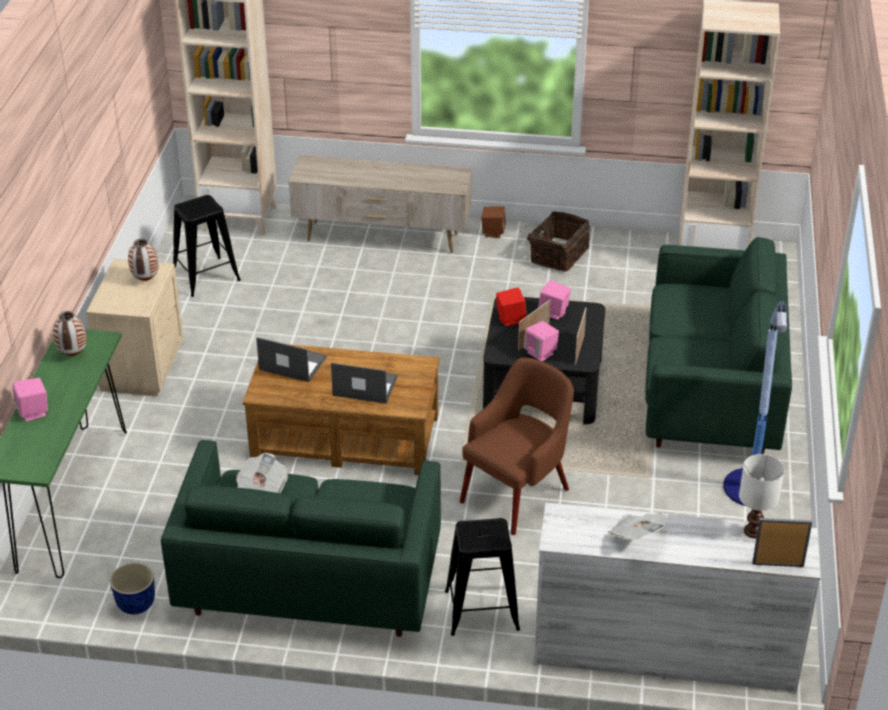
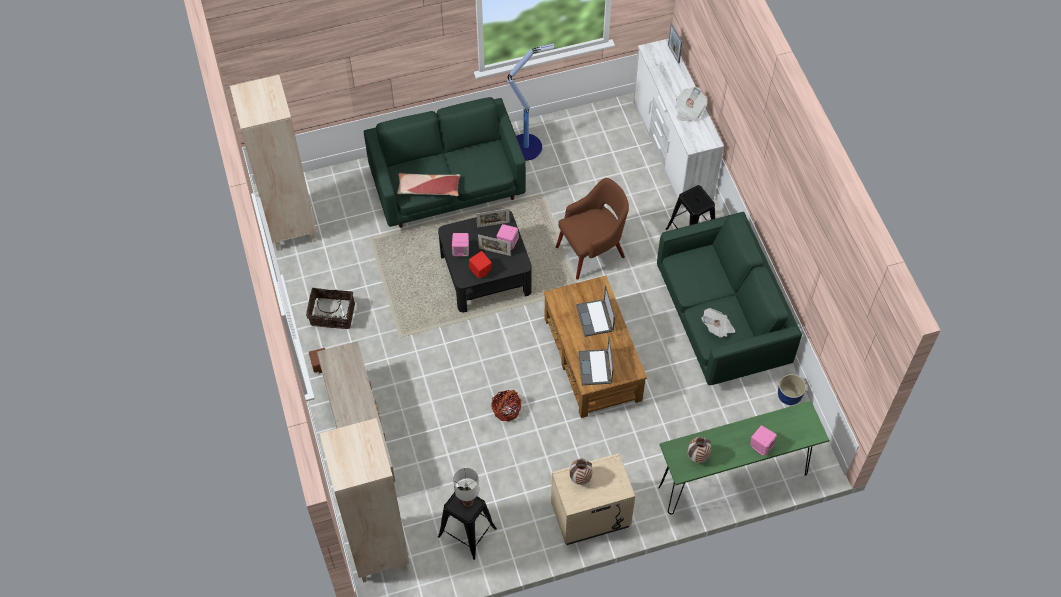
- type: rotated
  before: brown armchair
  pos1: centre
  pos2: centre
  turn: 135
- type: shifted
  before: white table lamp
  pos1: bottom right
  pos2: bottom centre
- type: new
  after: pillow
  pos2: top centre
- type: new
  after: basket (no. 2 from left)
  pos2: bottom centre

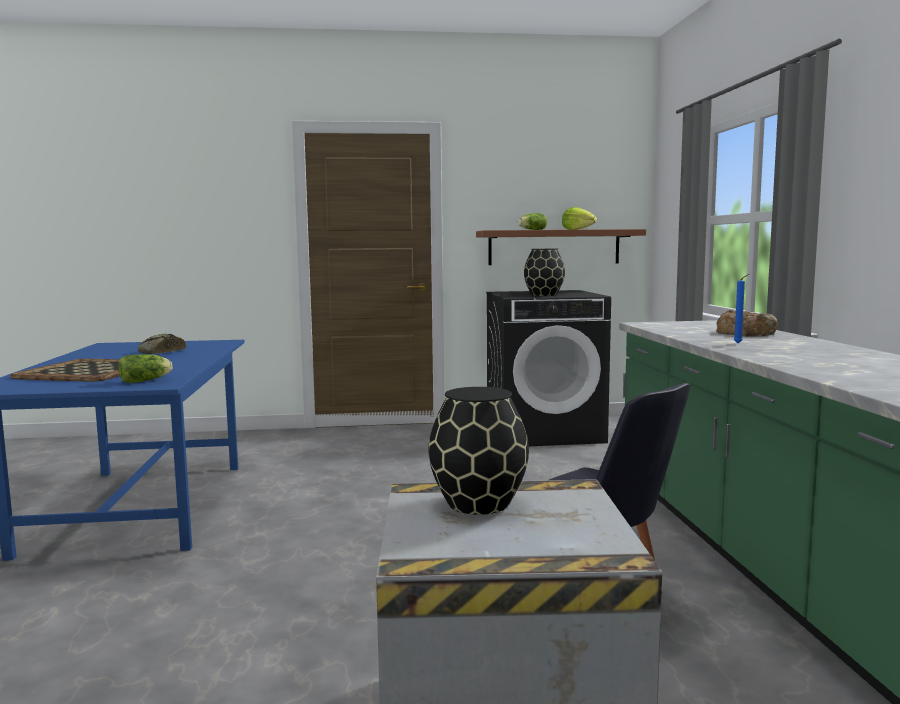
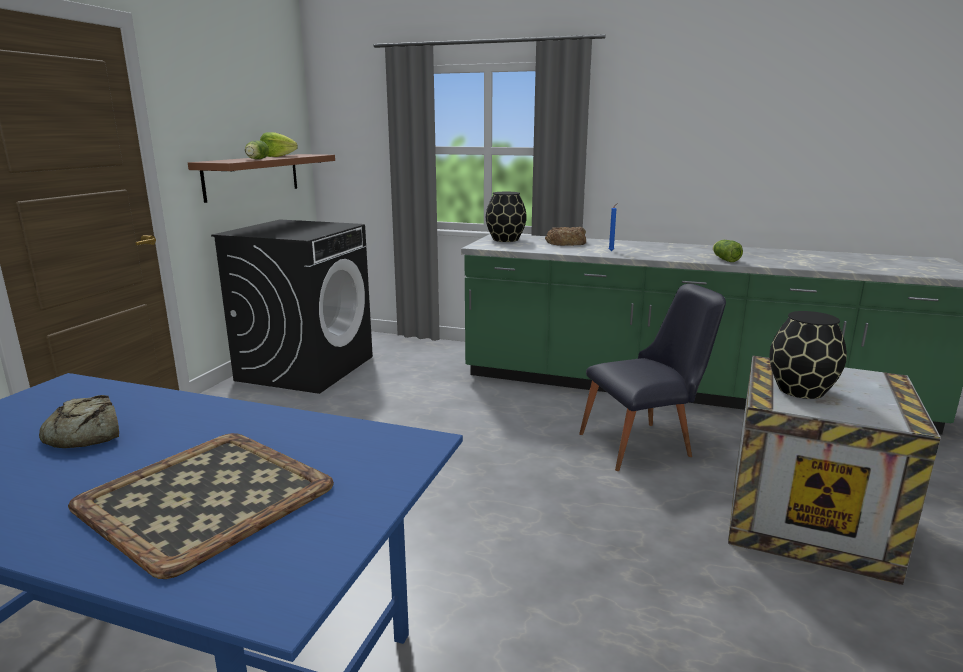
- type: shifted
  before: black vase (no. 2 from left in the first image)
  after: black vase (no. 1 from left)
  pos1: centre
  pos2: top centre
- type: shifted
  before: lettuce (no. 1 from left in the first image)
  after: lettuce (no. 3 from left)
  pos1: middle left
  pos2: middle right

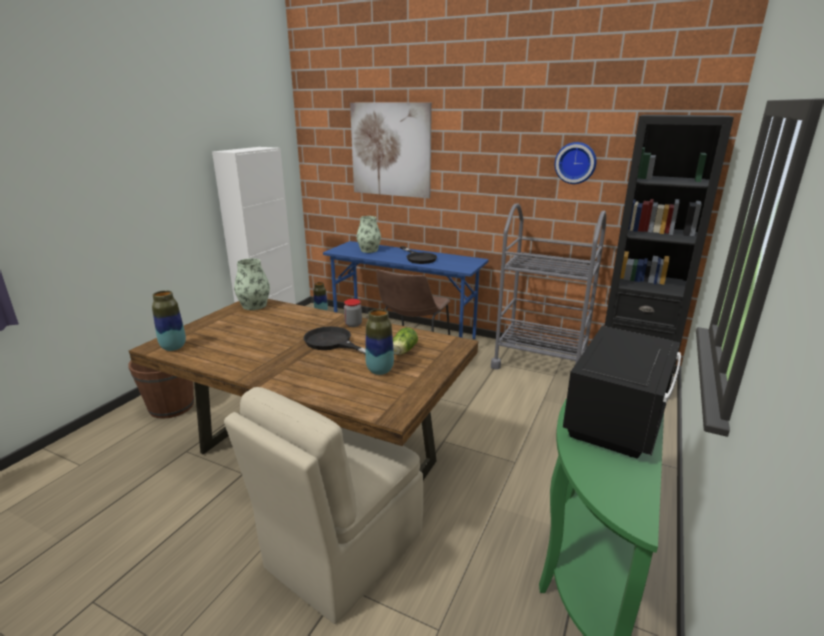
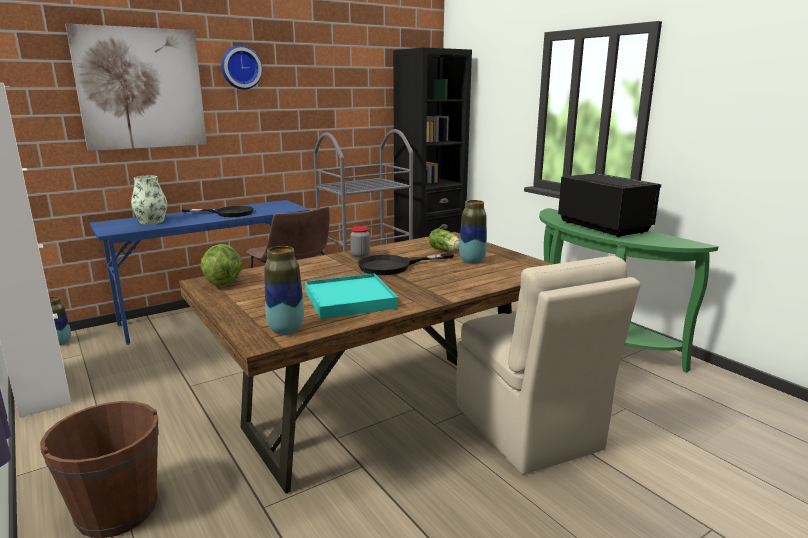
- type: shifted
  before: wall clock
  pos1: top right
  pos2: top left
- type: swapped
  before: vase (no. 2 from left)
  after: lettuce (no. 1 from left)
  pos1: middle left
  pos2: middle left
- type: new
  after: turquoise tray
  pos2: centre

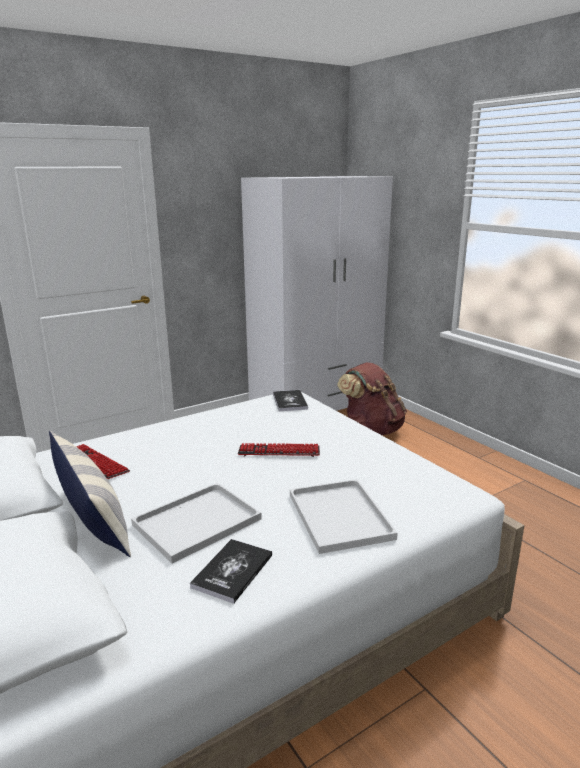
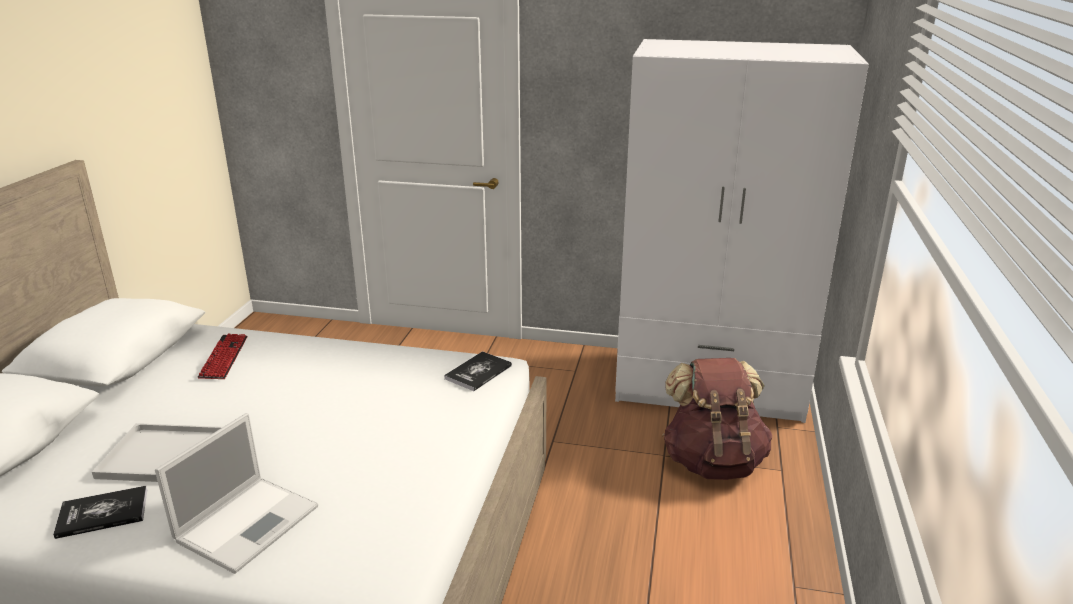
- type: gone
  before: pillow
  pos1: middle left
- type: gone
  before: keyboard (no. 2 from left)
  pos1: centre
- type: swapped
  before: white tray (no. 2 from left)
  after: laptop
  pos1: bottom centre
  pos2: bottom left

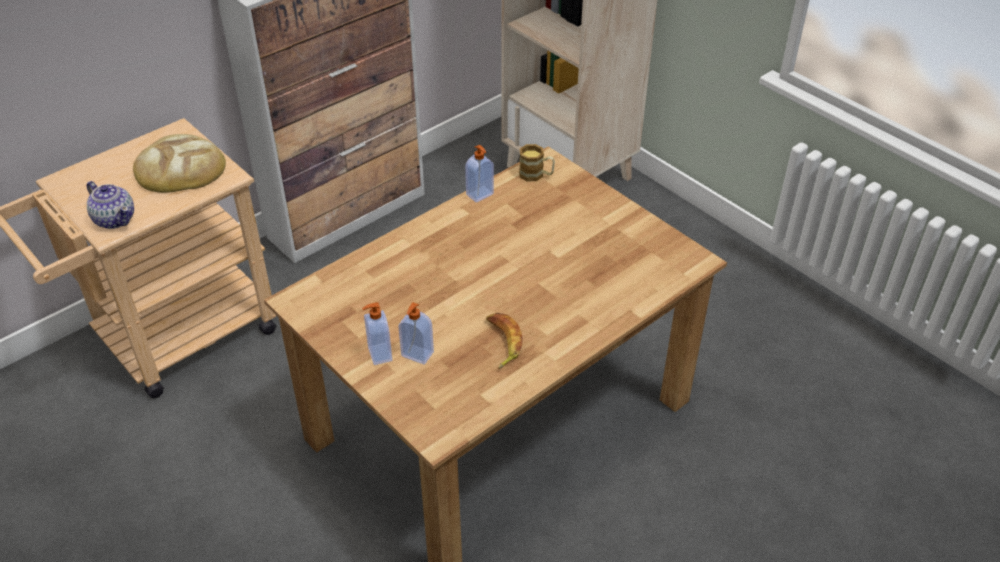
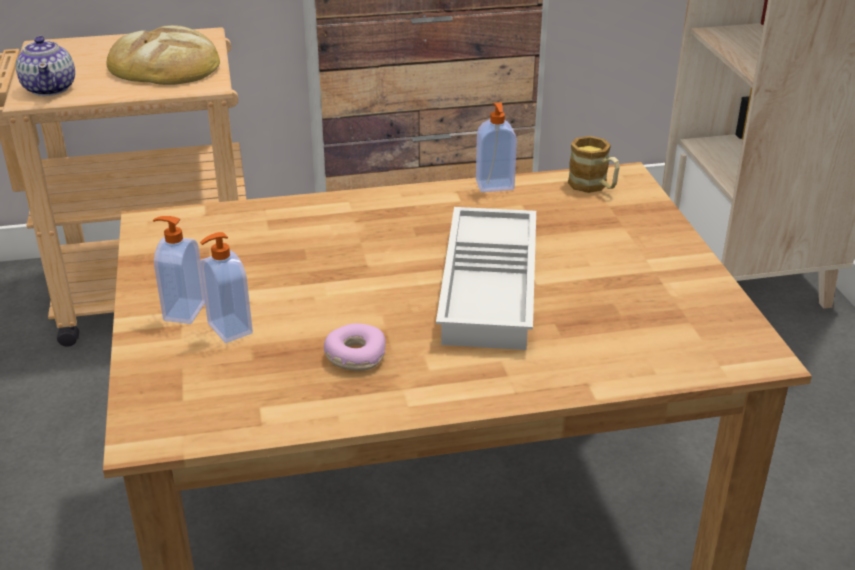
- type: swapped
  before: banana
  after: donut
  pos1: centre
  pos2: centre
- type: new
  after: white tray
  pos2: centre

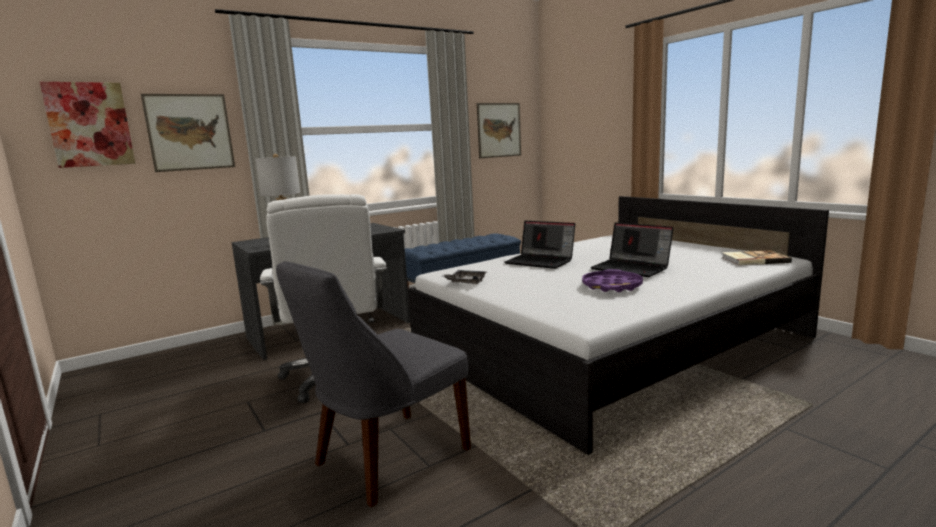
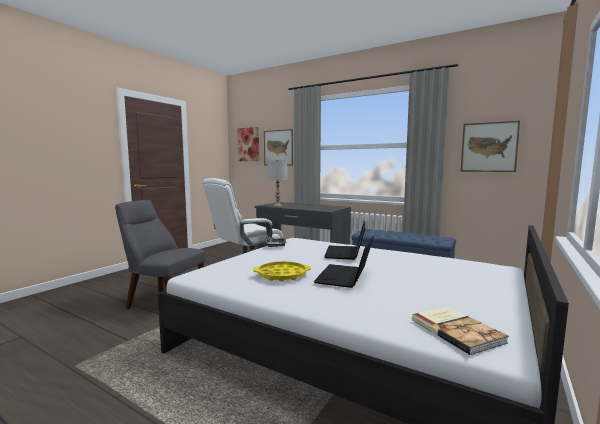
- type: repainted
  before: purple tray
  after: yellow tray
  pos1: centre
  pos2: centre

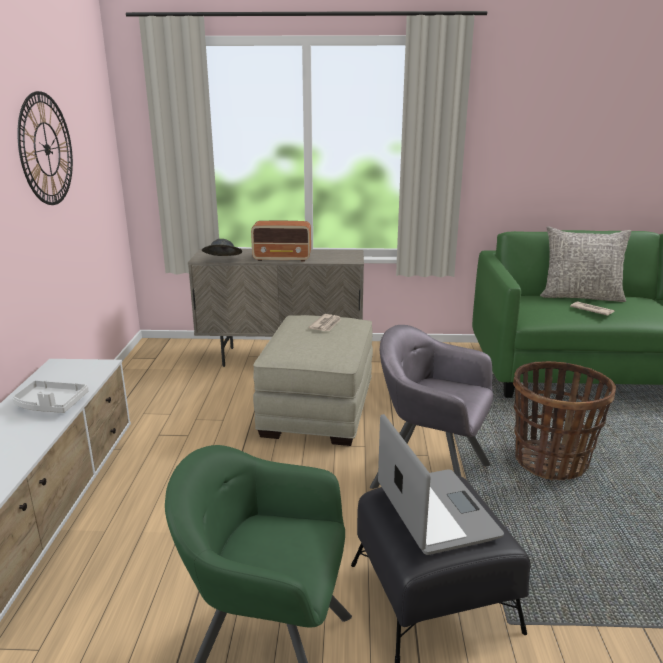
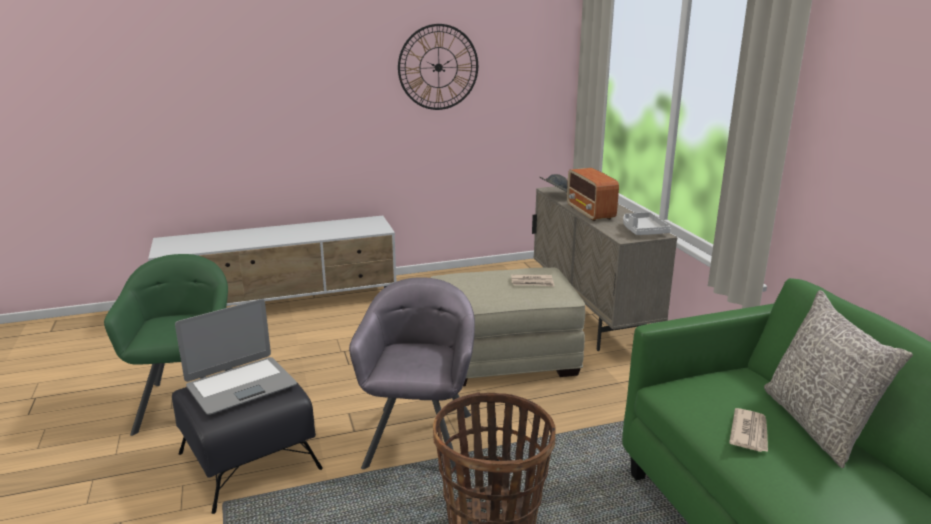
- type: shifted
  before: grey tray
  pos1: middle left
  pos2: middle right

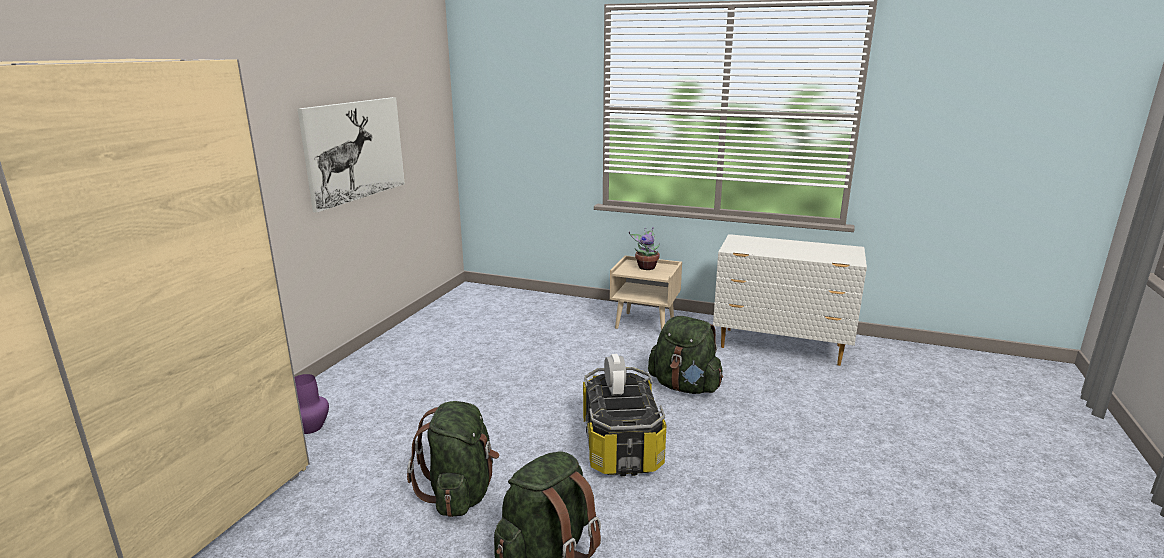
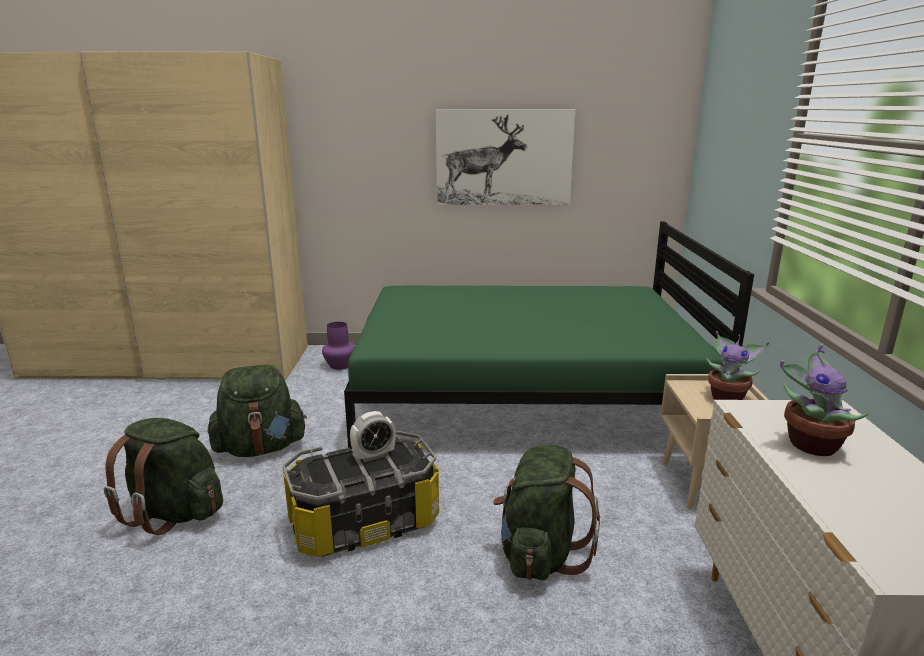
- type: new
  after: green bed
  pos2: centre
- type: new
  after: potted plant (no. 2 from left)
  pos2: middle right

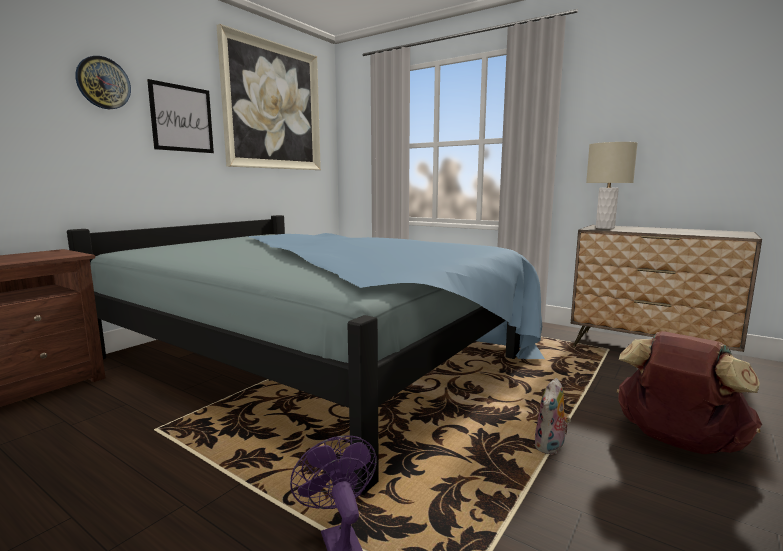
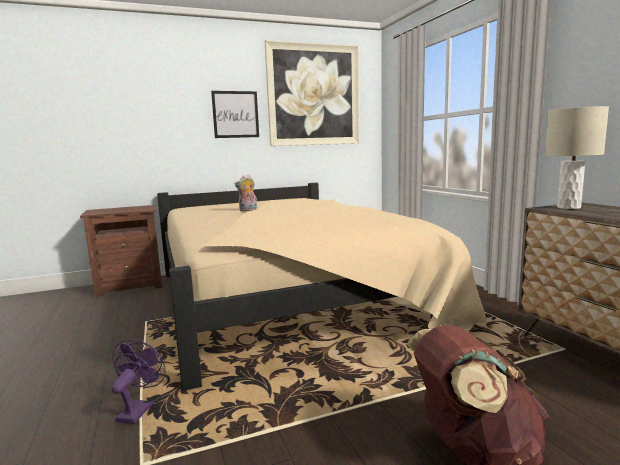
- type: gone
  before: wall clock
  pos1: top left
- type: repainted
  before: blue bed
  after: beige bed
  pos1: centre
  pos2: centre
- type: shifted
  before: plush toy
  pos1: bottom right
  pos2: centre

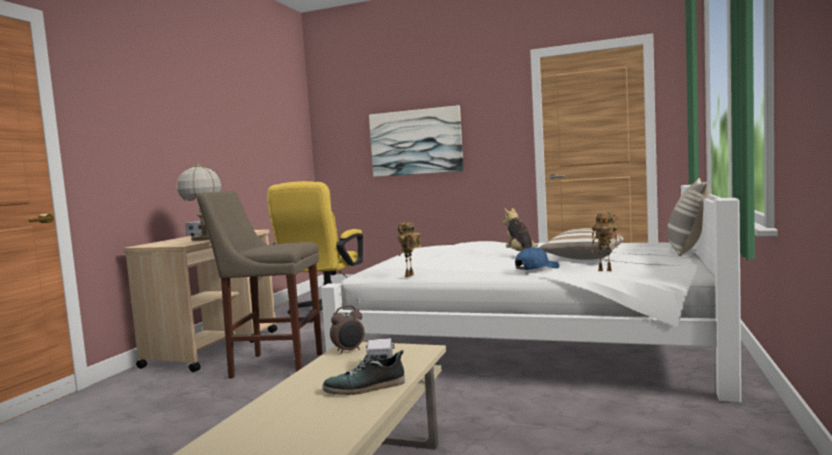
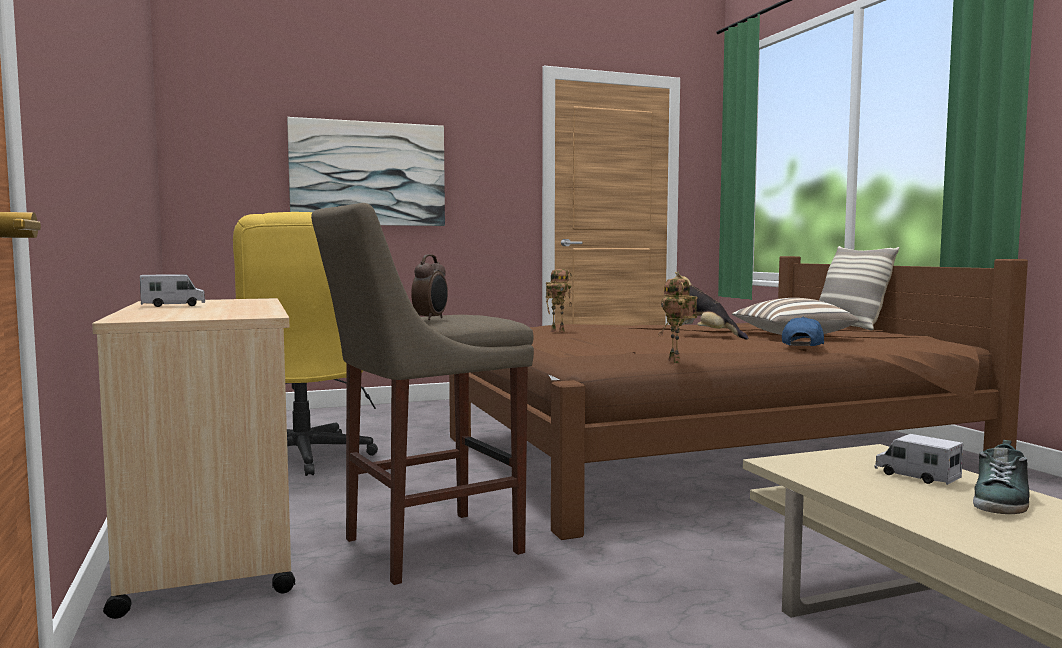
- type: gone
  before: table lamp
  pos1: middle left
- type: repainted
  before: white bed
  after: brown bed
  pos1: centre
  pos2: middle right
- type: shifted
  before: toy robot (no. 2 from left in the first image)
  after: toy robot (no. 1 from left)
  pos1: middle right
  pos2: centre
- type: shifted
  before: alarm clock
  pos1: bottom centre
  pos2: centre

